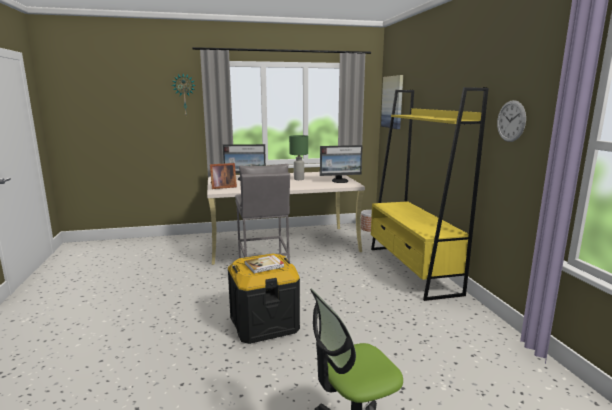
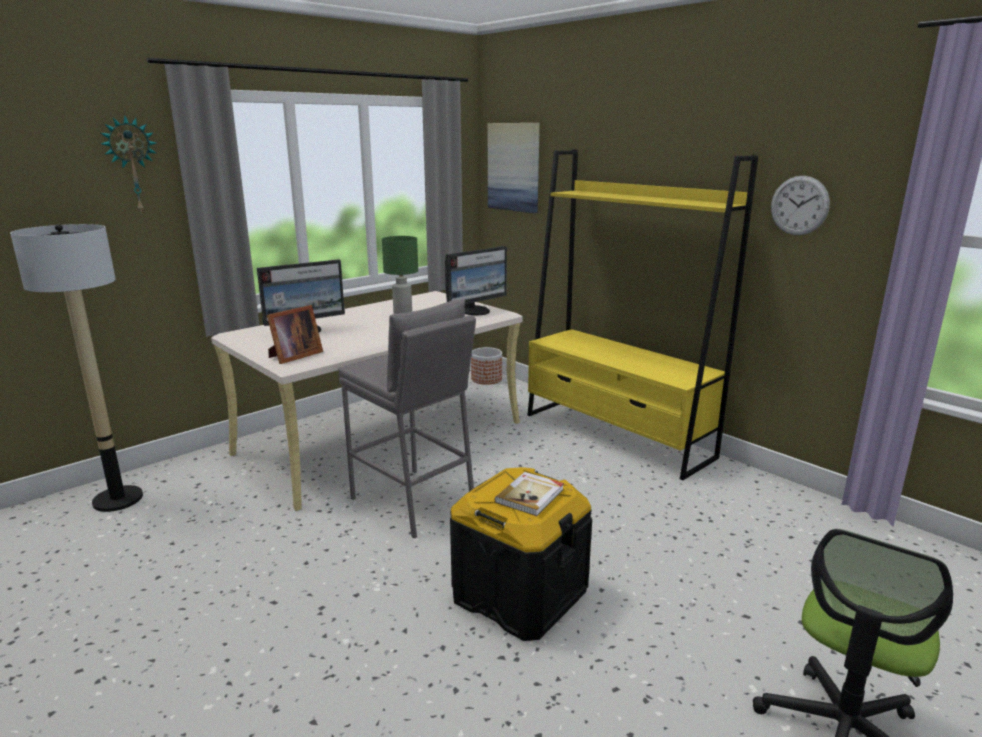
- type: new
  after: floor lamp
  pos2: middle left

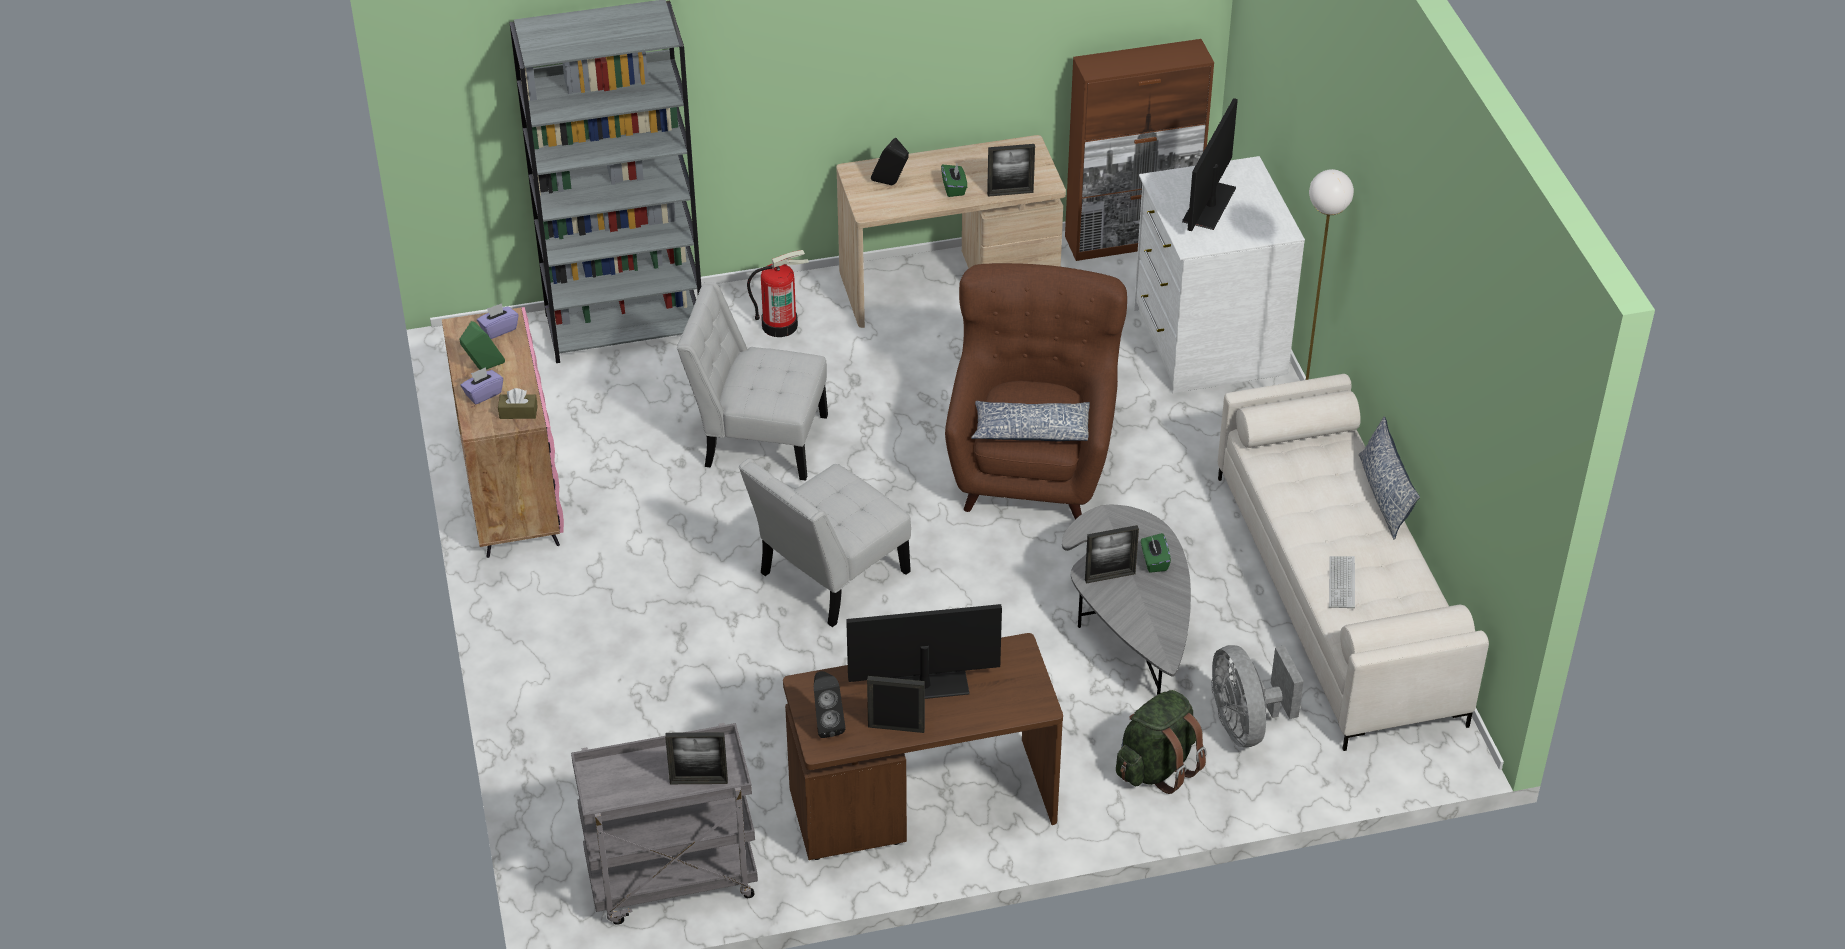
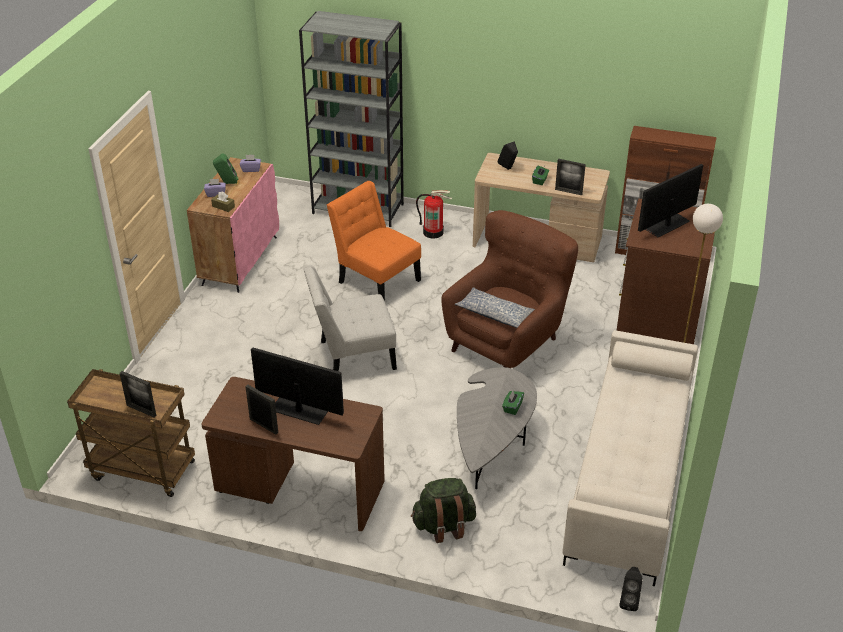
- type: repainted
  before: white dresser
  after: brown dresser
  pos1: top centre
  pos2: middle right
- type: repainted
  before: white chair (no. 1 from left)
  after: orange chair
  pos1: centre
  pos2: centre
- type: gone
  before: pillow (no. 2 from left)
  pos1: middle right
- type: gone
  before: picture frame (no. 4 from left)
  pos1: centre
- type: gone
  before: keyboard
  pos1: middle right
- type: gone
  before: grey fan
  pos1: bottom right
- type: shifted
  before: black speaker (no. 1 from left in the first image)
  after: black speaker (no. 2 from left)
  pos1: bottom centre
  pos2: bottom right
- type: repainted
  before: grey cart
  after: brown cart
  pos1: bottom centre
  pos2: bottom left

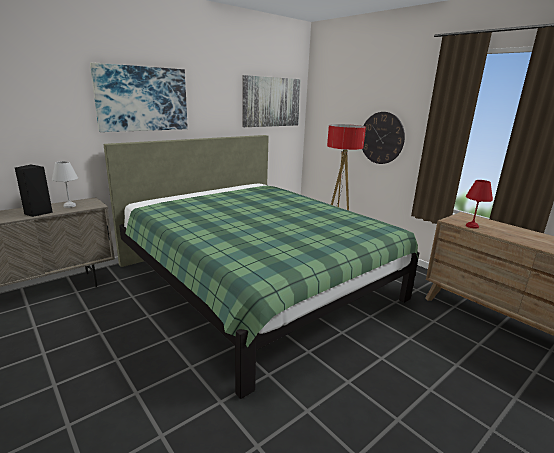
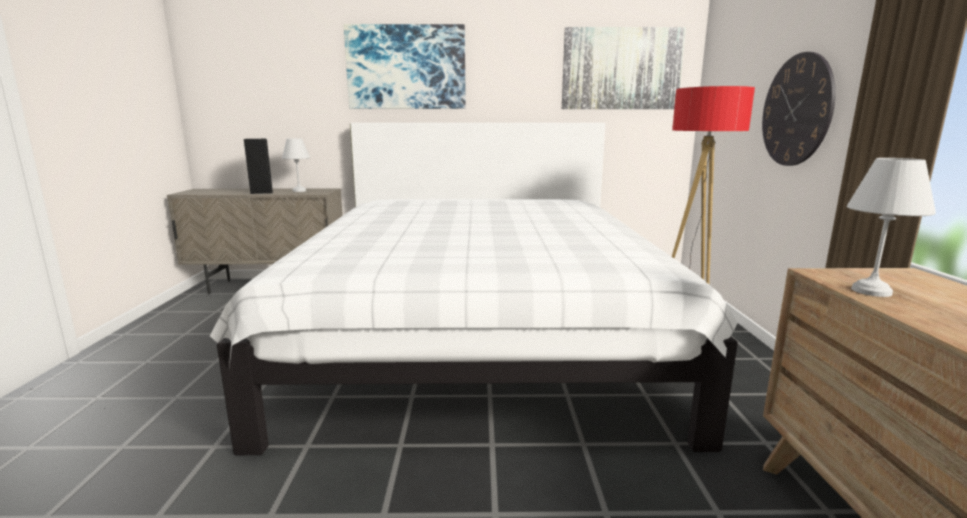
- type: repainted
  before: green bed
  after: white bed
  pos1: centre
  pos2: centre
- type: repainted
  before: red table lamp
  after: white table lamp (no. 2 from left)
  pos1: middle right
  pos2: middle right

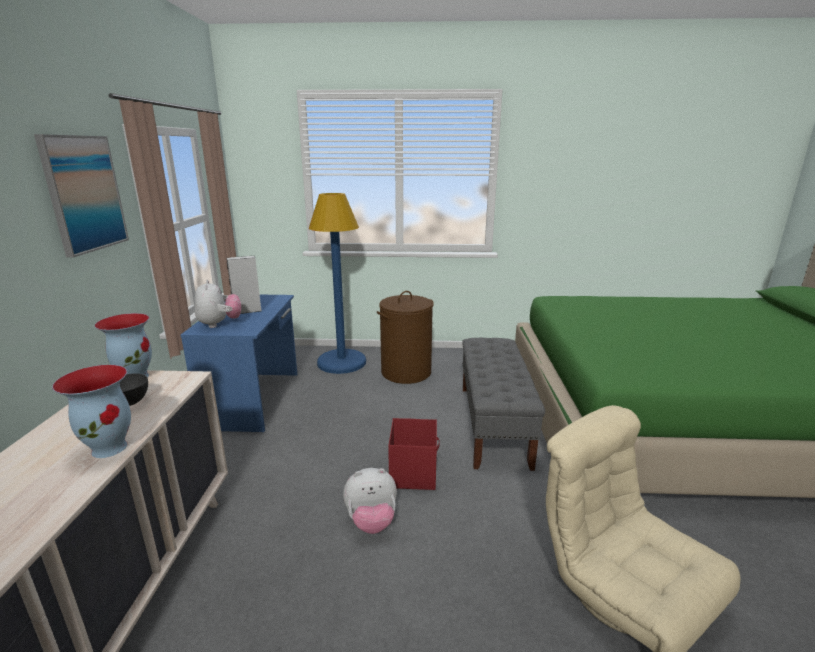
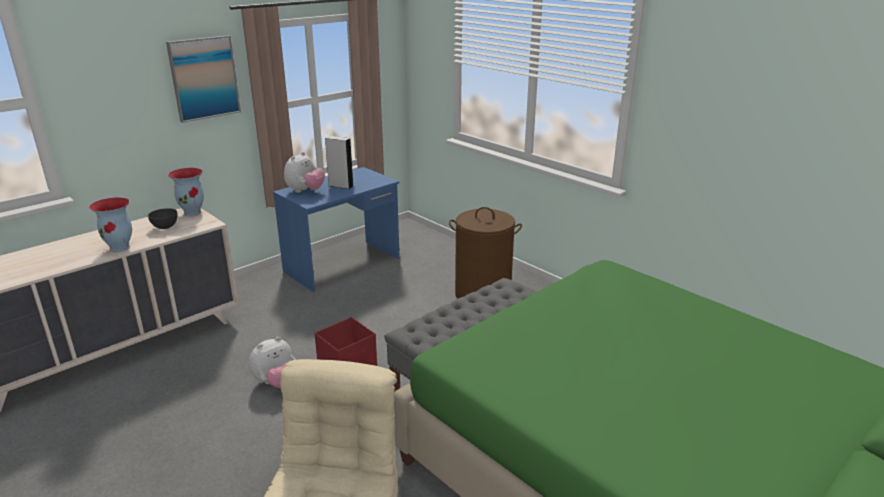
- type: gone
  before: blue floor lamp
  pos1: centre
- type: rotated
  before: plush toy (no. 2 from left in the first image)
  pos1: bottom centre
  pos2: bottom left
  turn: -75

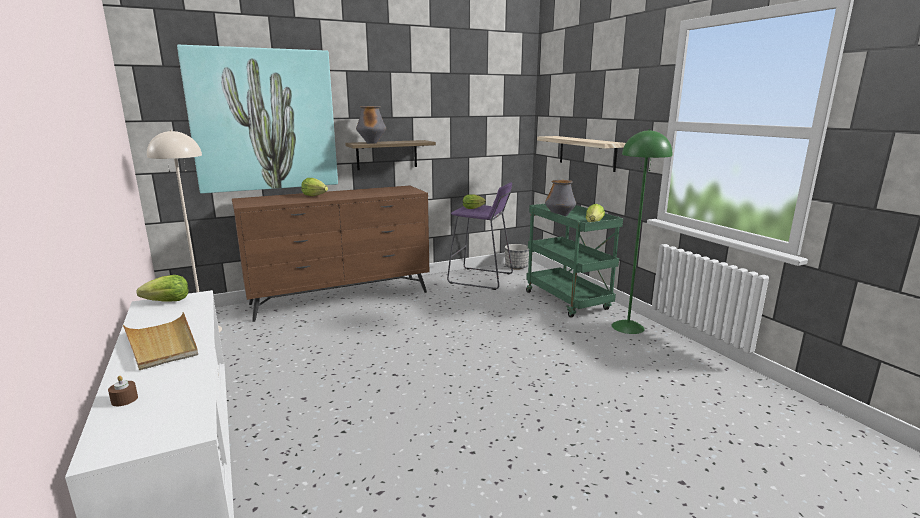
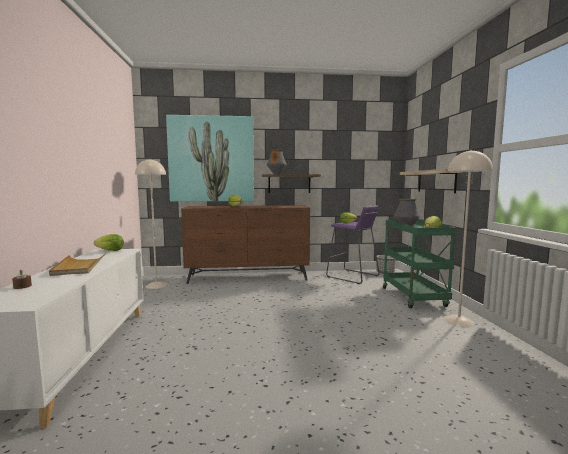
- type: repainted
  before: green floor lamp
  after: beige floor lamp (no. 2 from left)
  pos1: middle right
  pos2: middle right

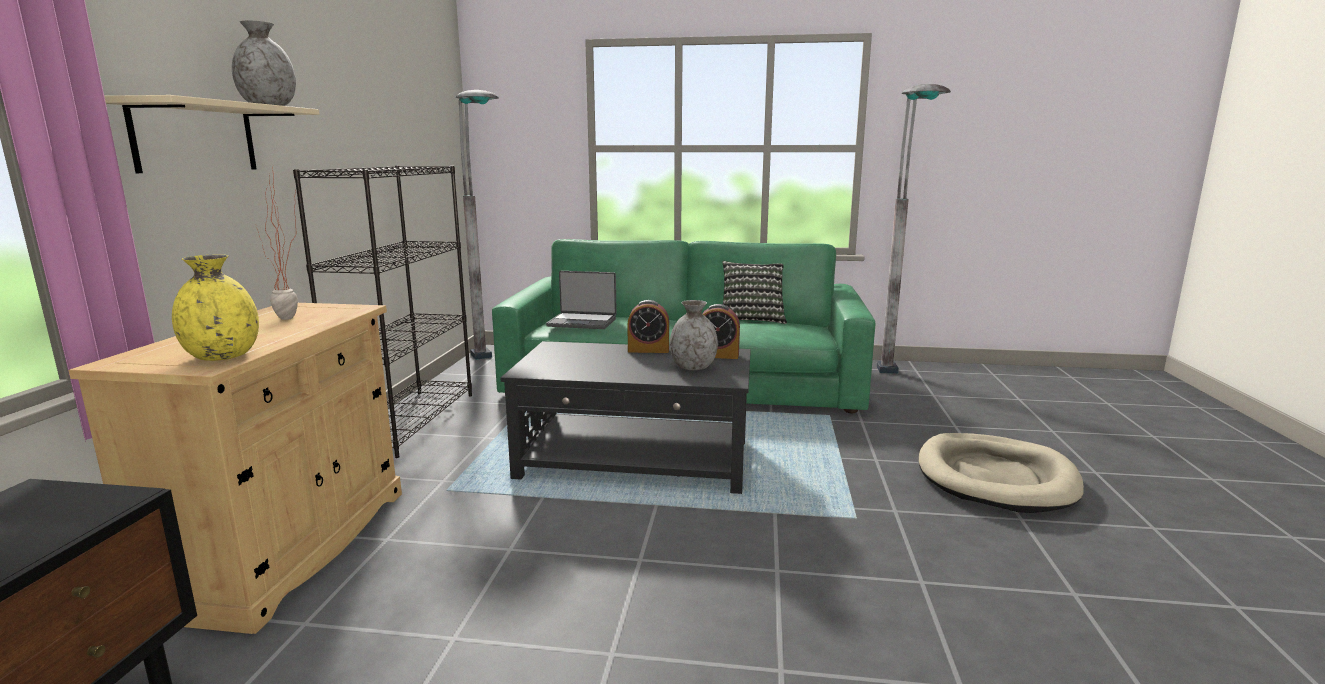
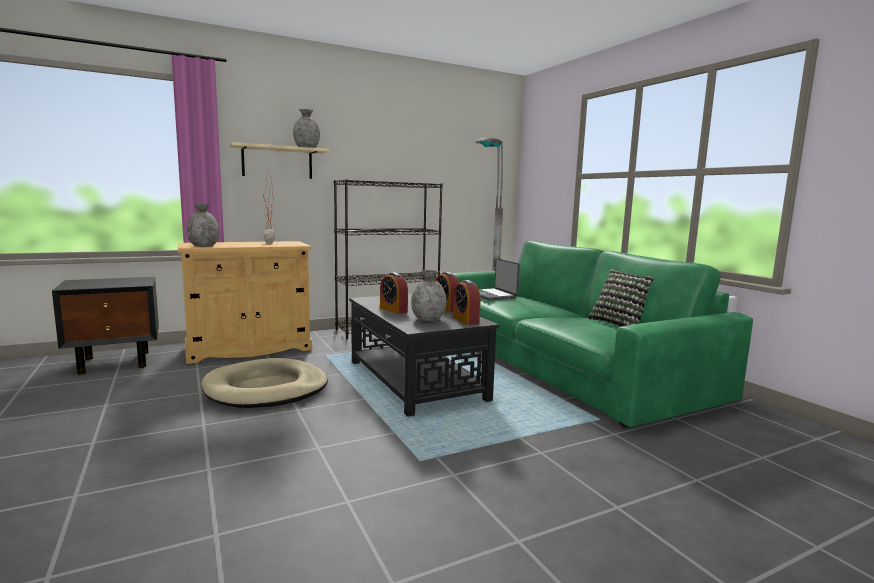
- type: gone
  before: grey floor lamp (no. 2 from left)
  pos1: middle right
- type: repainted
  before: yellow vase
  after: grey vase (no. 1 from left)
  pos1: middle left
  pos2: middle left
- type: shifted
  before: beige dog bed
  pos1: bottom right
  pos2: middle left
- type: new
  after: alarm clock (no. 1 from left)
  pos2: centre

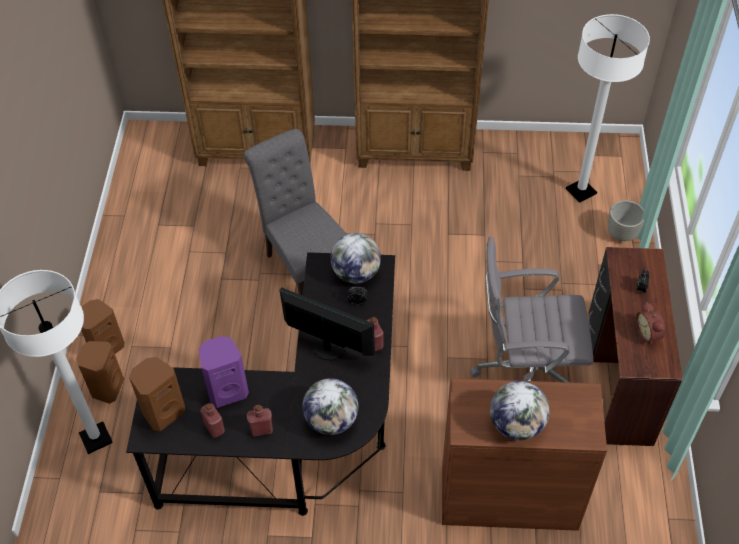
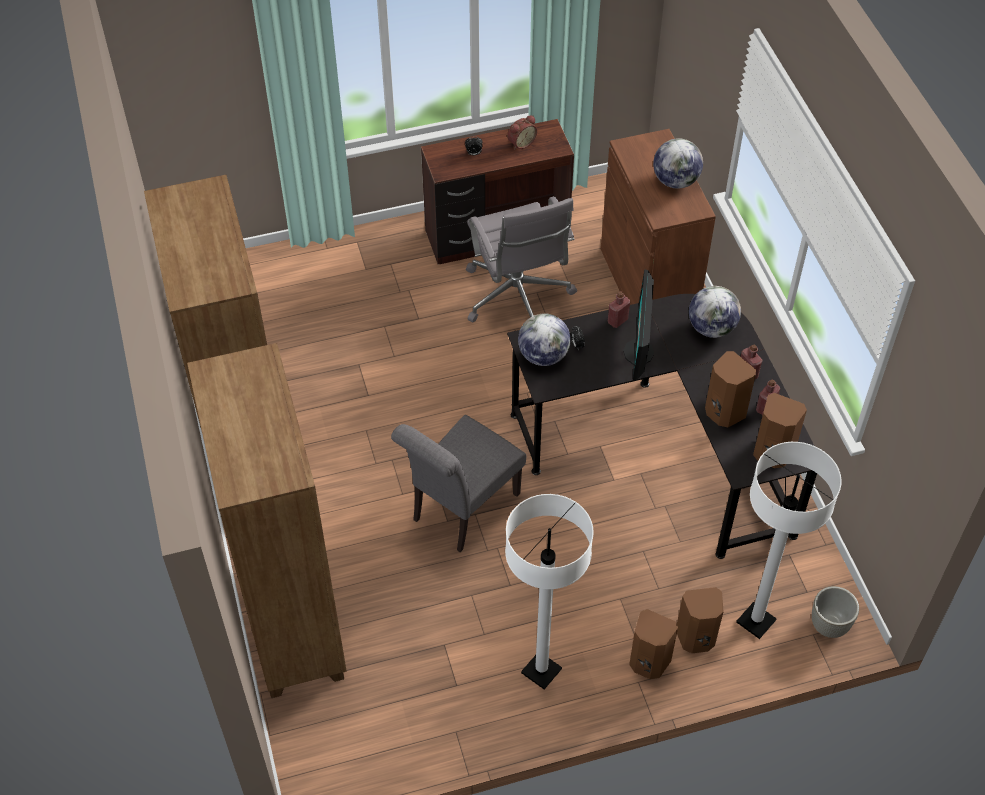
- type: shifted
  before: white floor lamp (no. 2 from left in the first image)
  after: white floor lamp (no. 1 from left)
  pos1: top right
  pos2: bottom centre
- type: shifted
  before: grey planter
  pos1: middle right
  pos2: bottom right
- type: repainted
  before: purple speaker
  after: brown speaker (no. 3 from left)
  pos1: bottom left
  pos2: middle right

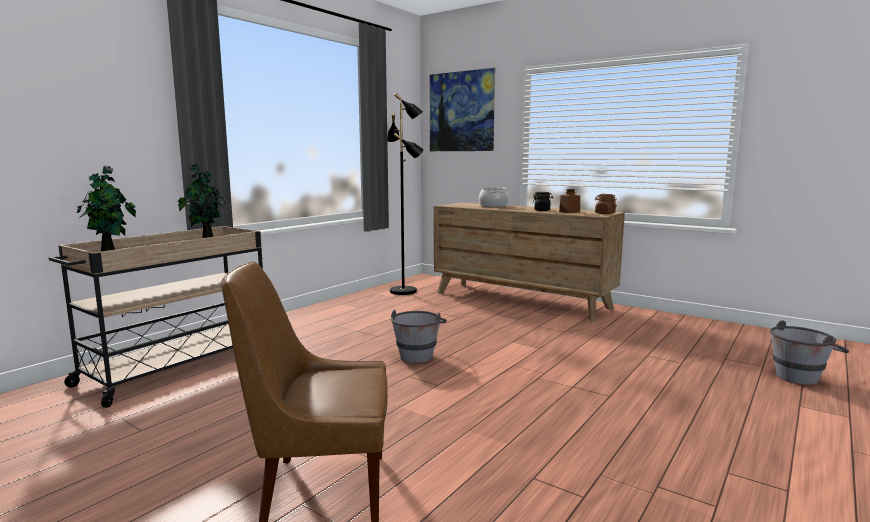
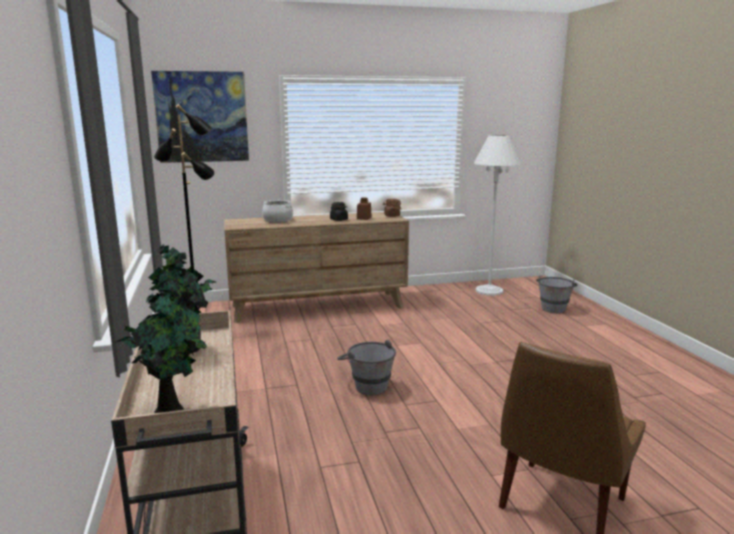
- type: new
  after: white floor lamp
  pos2: middle right

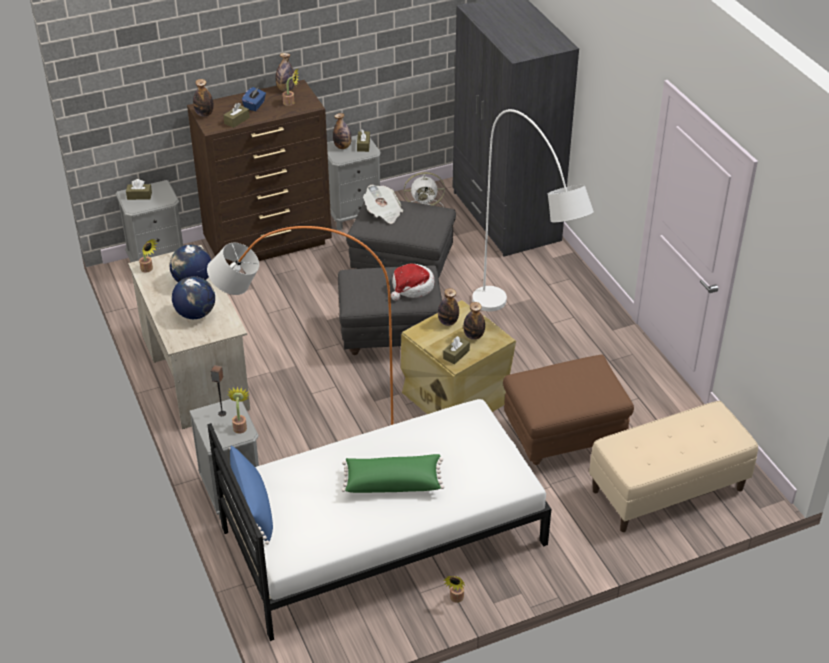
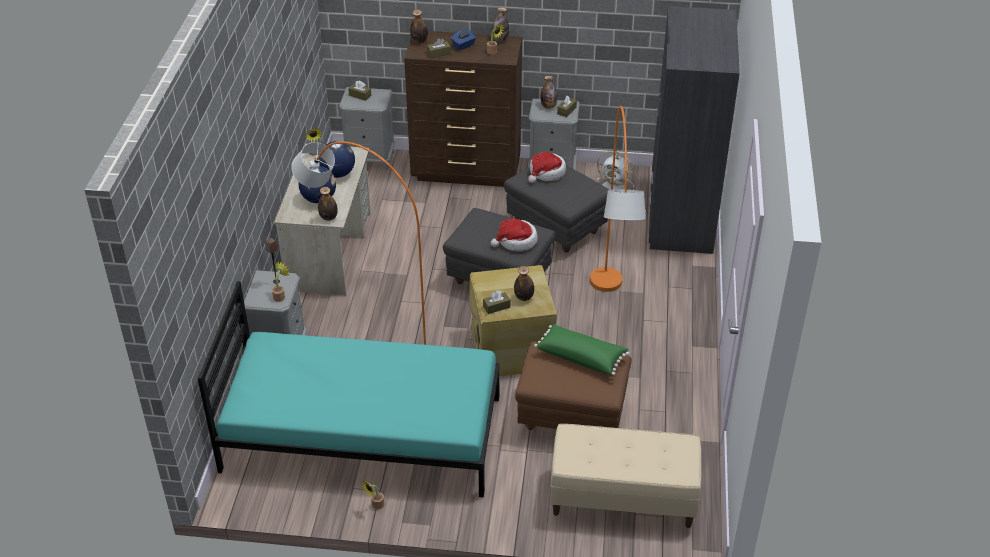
- type: repainted
  before: white floor lamp
  after: orange floor lamp (no. 2 from left)
  pos1: top centre
  pos2: centre
- type: swapped
  before: newspaper
  after: hat (no. 2 from left)
  pos1: top centre
  pos2: top centre
- type: shifted
  before: bottle (no. 4 from left in the first image)
  after: bottle (no. 1 from left)
  pos1: centre
  pos2: middle left
- type: repainted
  before: white bed
  after: turquoise bed
  pos1: bottom centre
  pos2: bottom centre
- type: gone
  before: blue pillow
  pos1: bottom left
- type: shifted
  before: green pillow
  pos1: bottom centre
  pos2: centre

